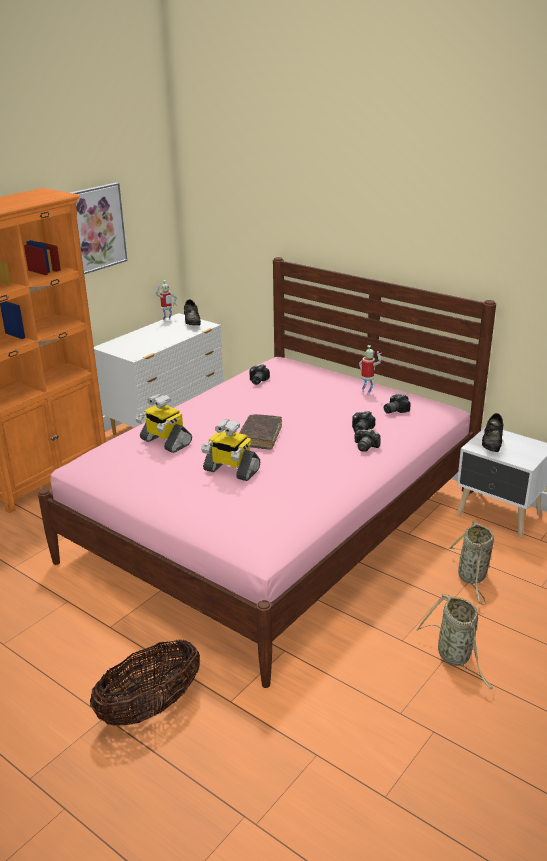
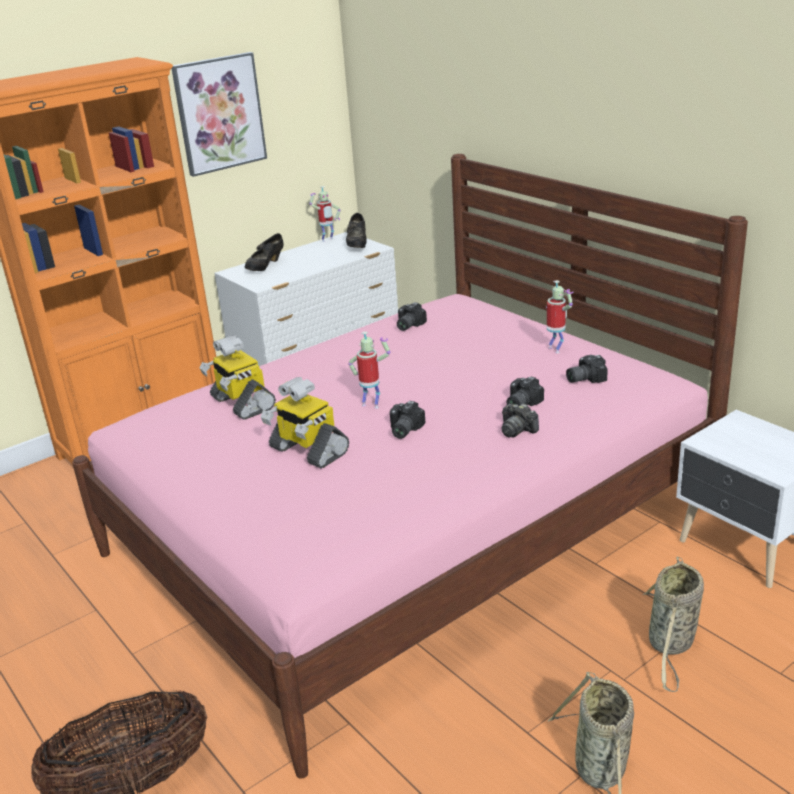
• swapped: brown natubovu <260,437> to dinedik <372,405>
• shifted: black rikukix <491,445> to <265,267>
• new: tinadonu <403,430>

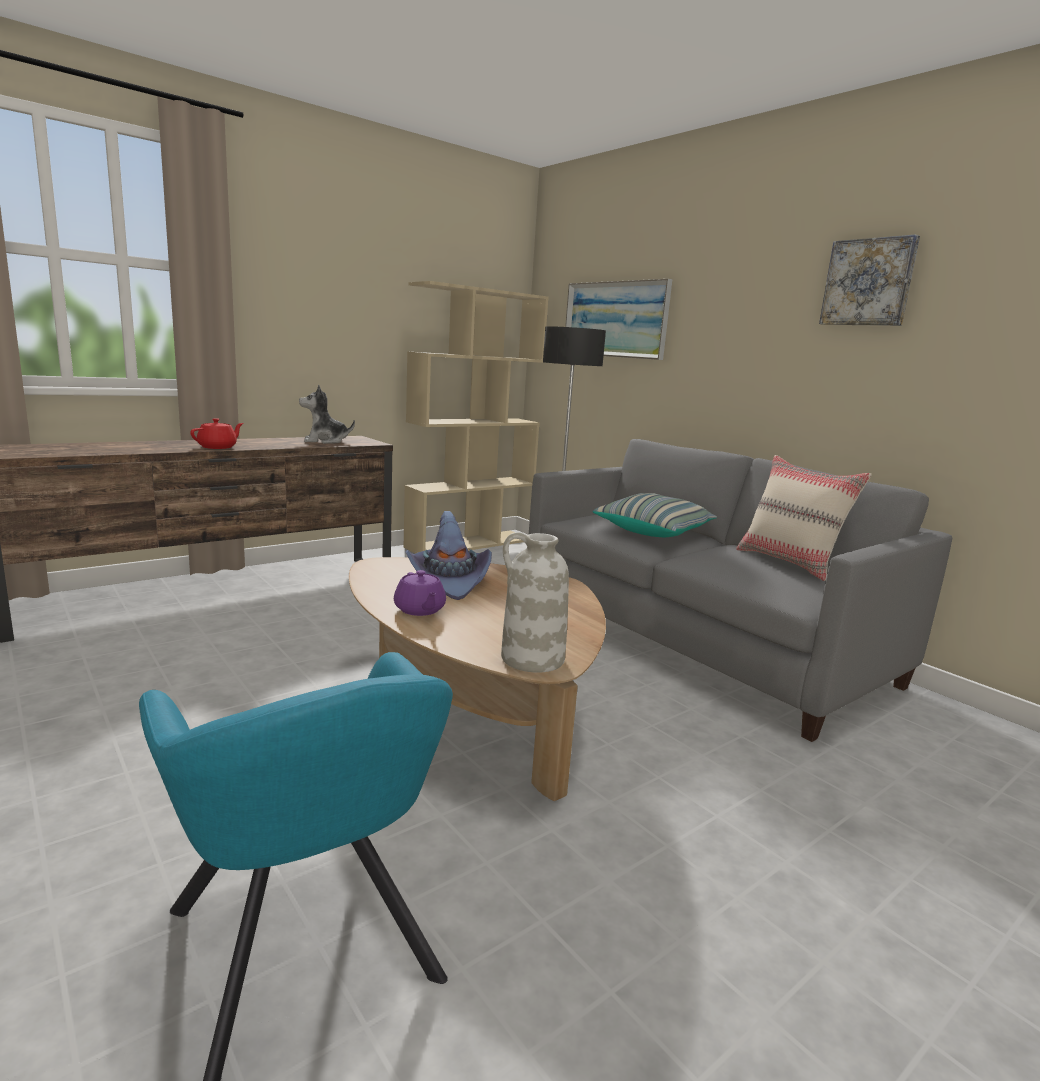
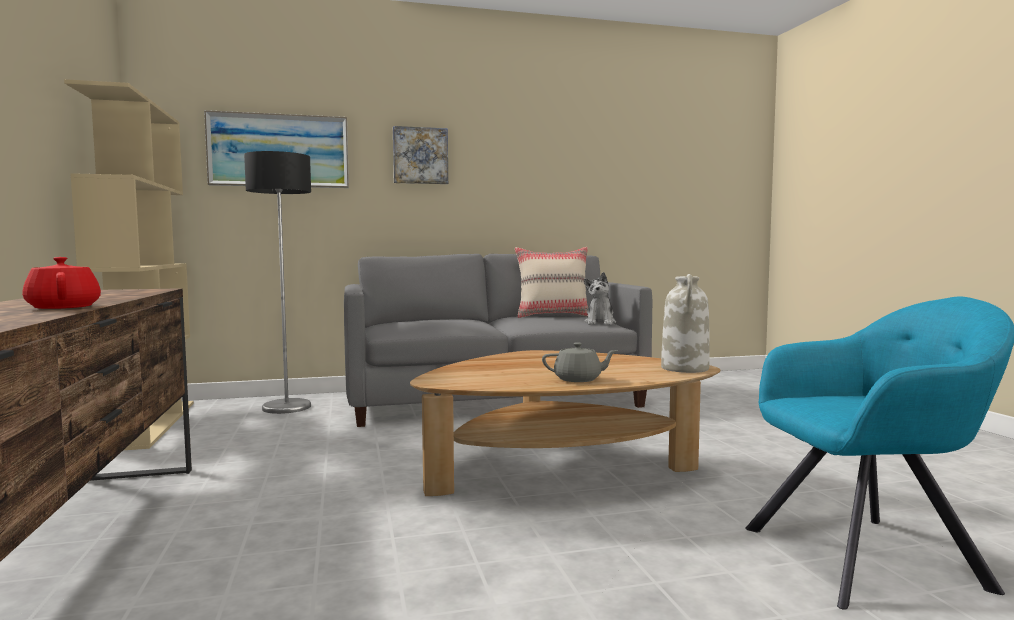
• shifted: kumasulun <325,441> to <600,323>
• repainted: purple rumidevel <419,610> to grey rumidevel <578,379>
• gone: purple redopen <449,580>
• gone: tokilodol <654,531>
• shifted: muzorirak <869,283> to <420,156>

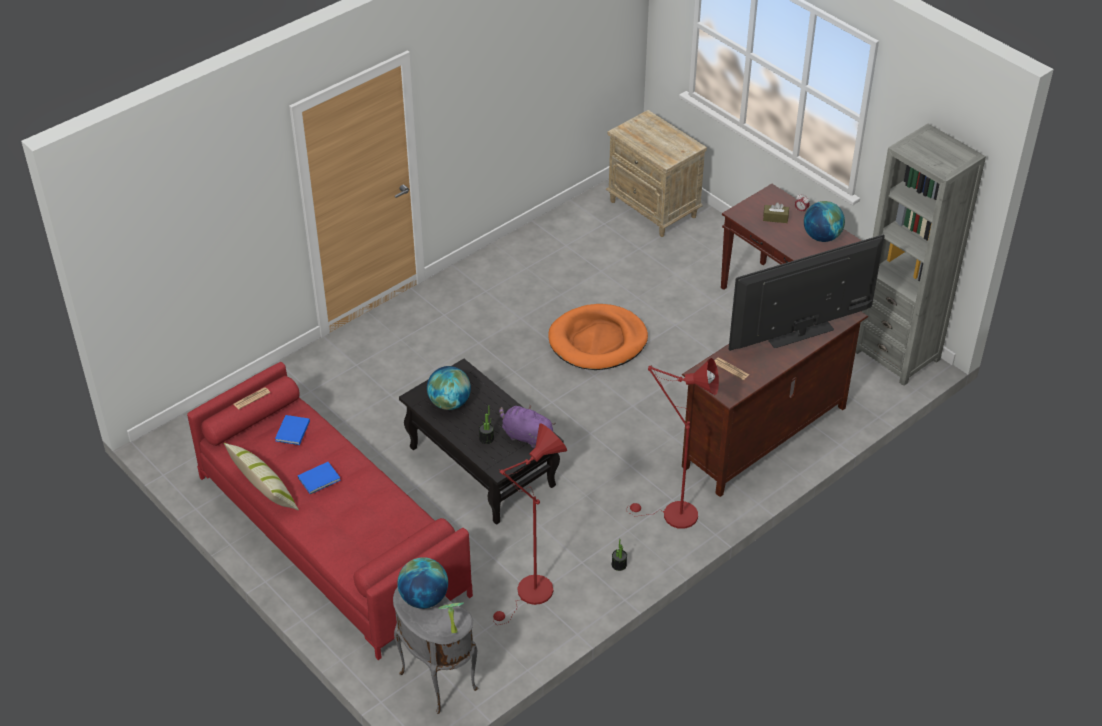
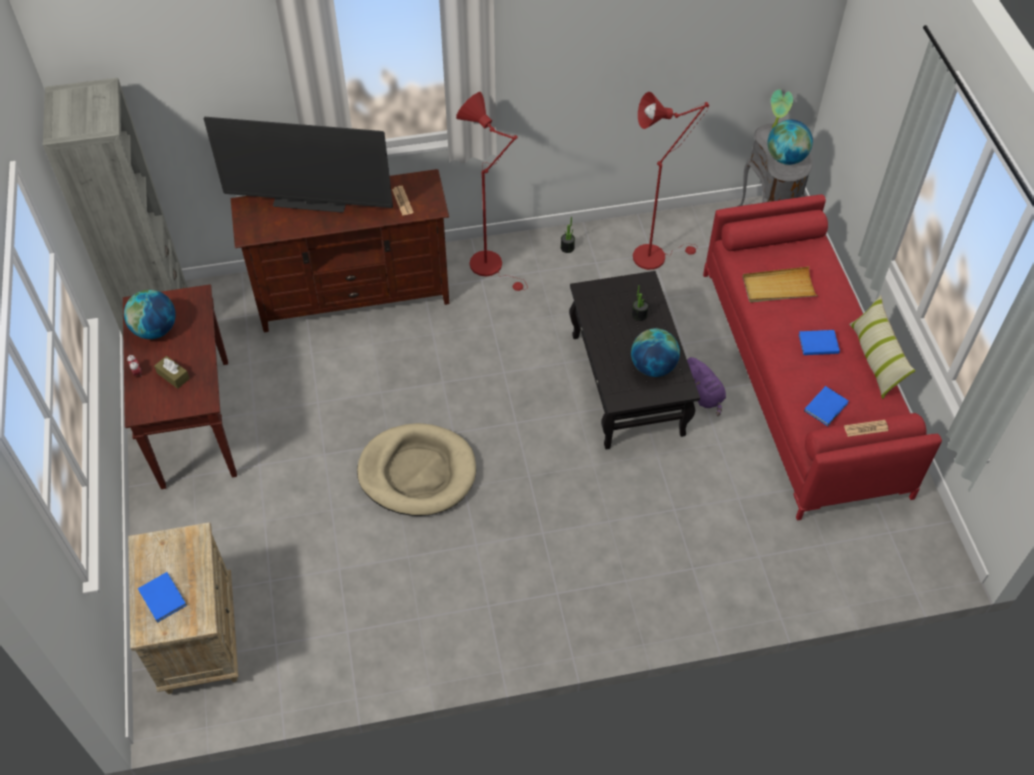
• shifted: purple kumasulun <525,436> to <702,395>
• repainted: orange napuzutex <598,341> to beige napuzutex <417,472>
• new: blue natubovu <163,596>
• new: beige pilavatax <778,287>

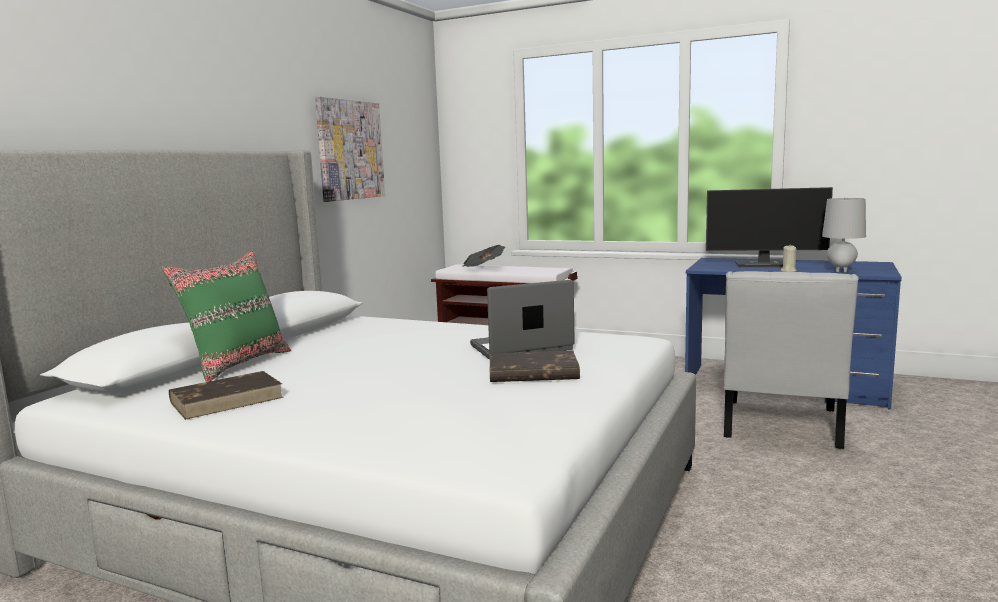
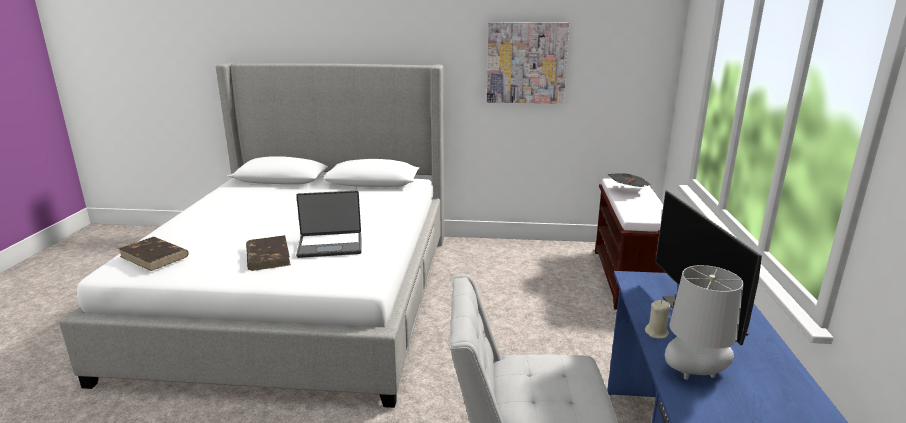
• gone: green tokilodol <237,364>
• shifted: brown natubovu <228,399> to <155,256>
• rotated: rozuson <521,348> = <330,245> 120 degrees clockwise

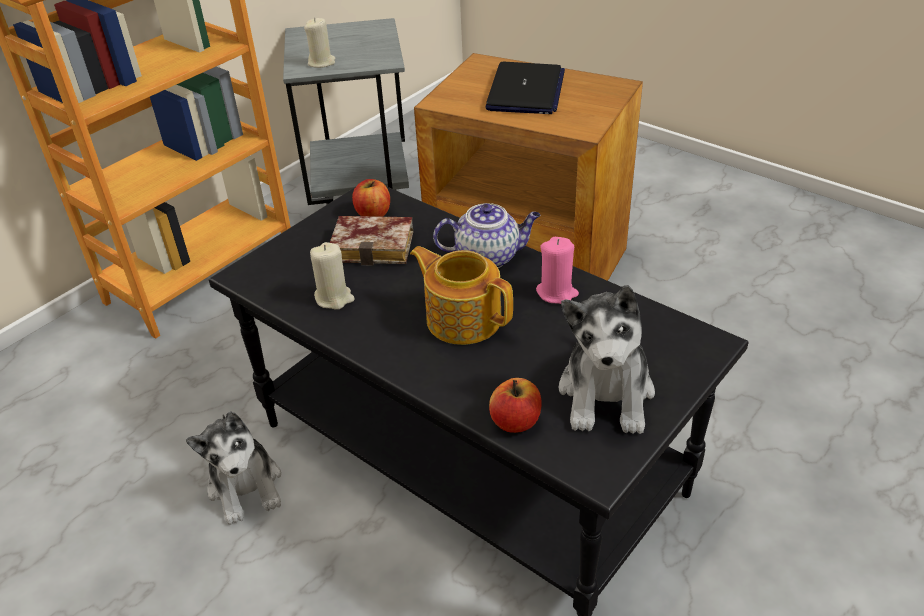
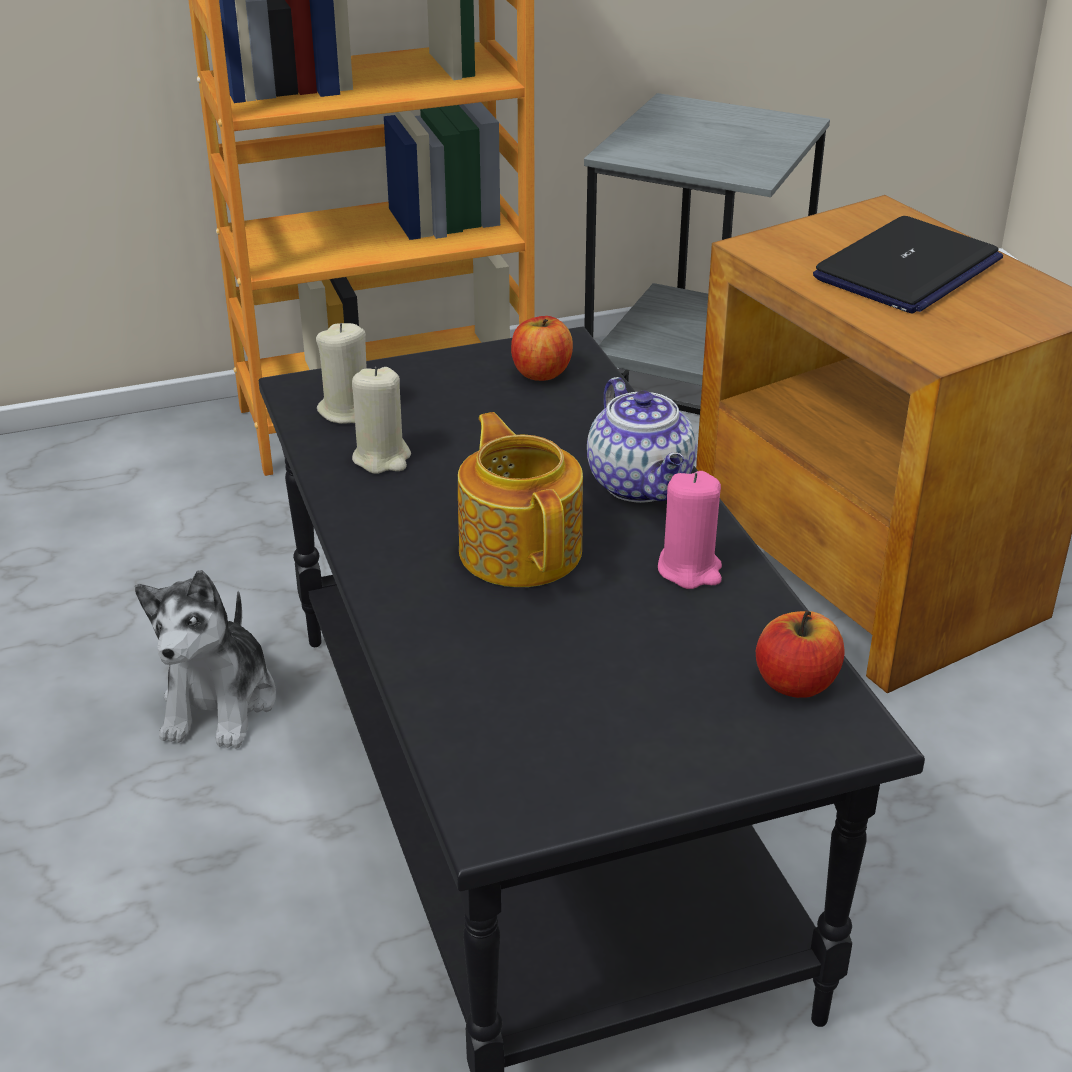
• shifted: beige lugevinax <322,62> to <348,411>
• gone: natubovu <376,246>
• rotated: rumidevel <489,257> = <642,485> 45 degrees clockwise
• shifted: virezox <515,421> to <796,683>
• gone: kumasulun <606,393>

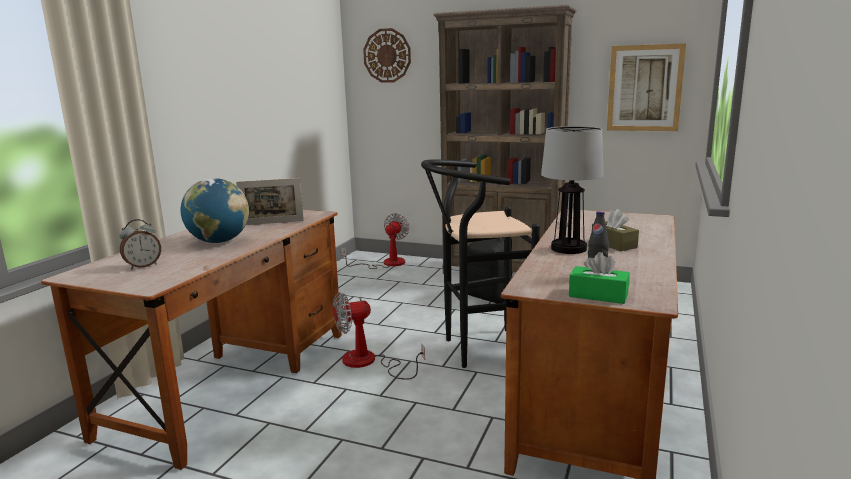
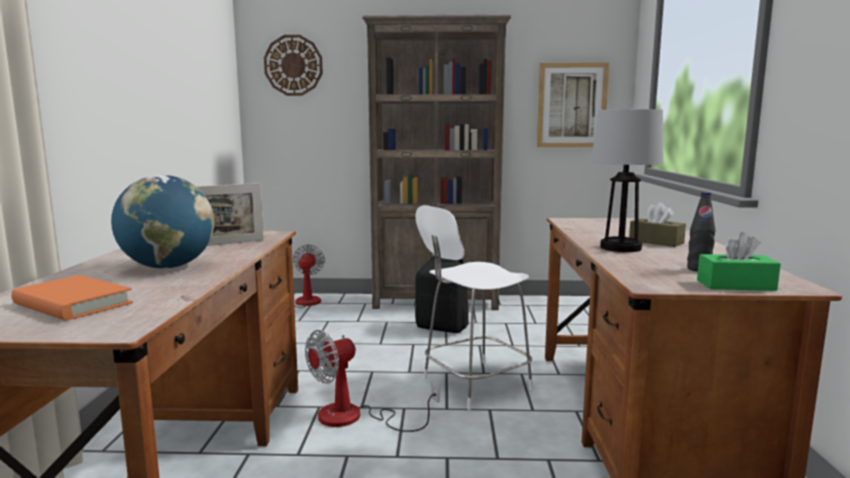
• swapped: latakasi <143,266> to orange natubovu <73,304>
• swapped: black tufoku <478,350> to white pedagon <473,384>

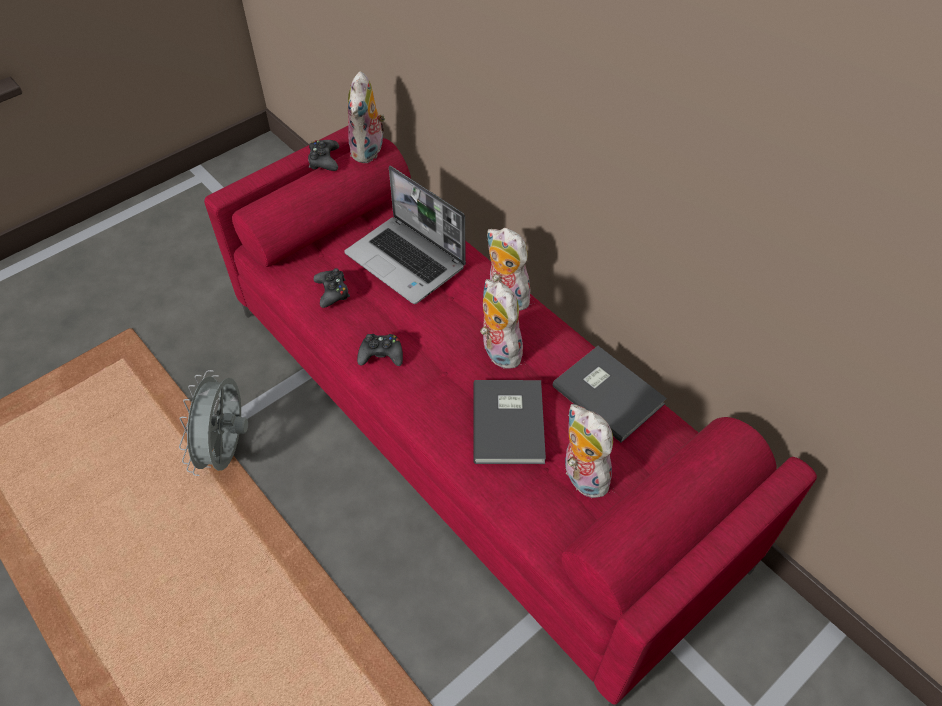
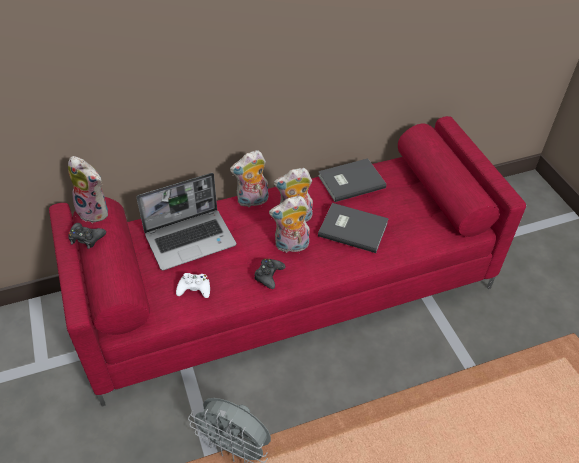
• repainted: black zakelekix <332,292> to white zakelekix <194,288>
• shifted: kumasulun <581,476> to <291,246>

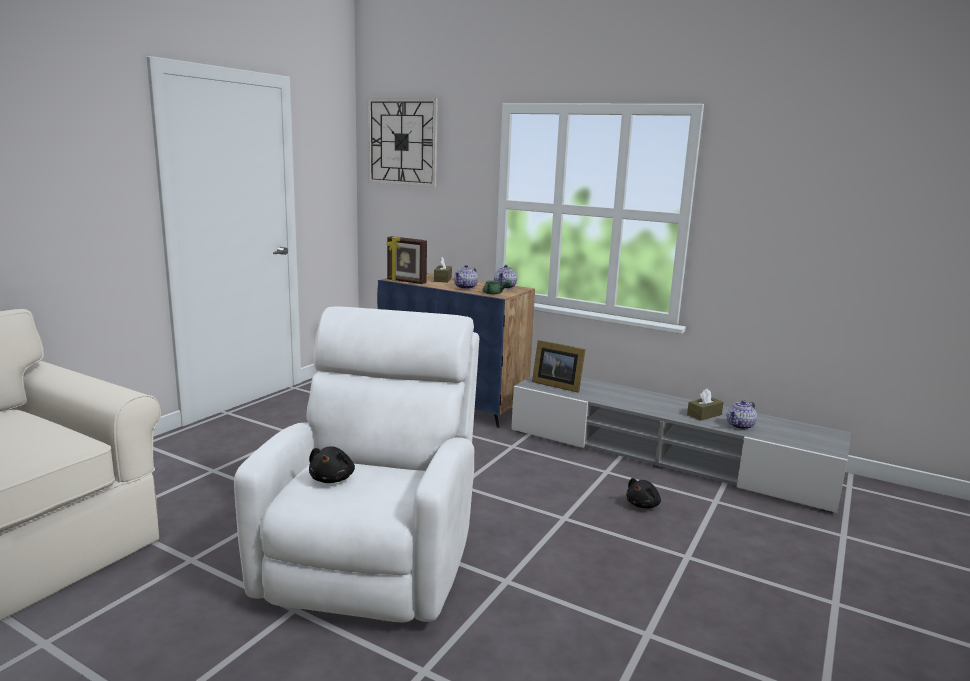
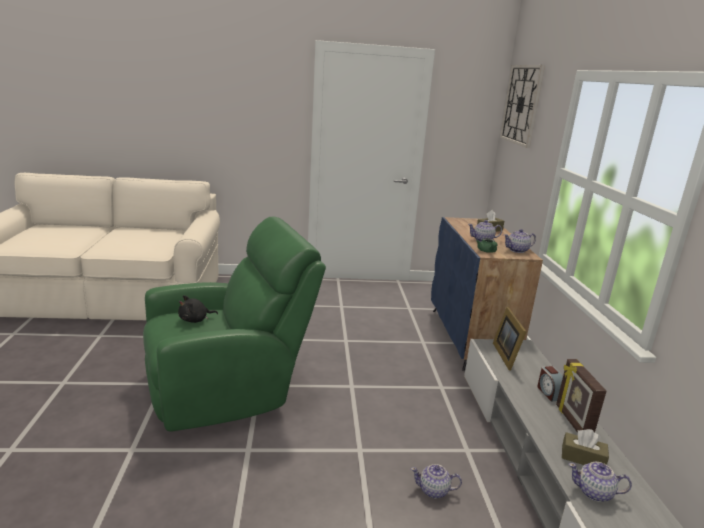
• repainted: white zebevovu <373,559> to green zebevovu <229,388>
• shifted: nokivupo <406,281> to <572,422>
• swapped: black kumasulun <643,505> to rumidevel <434,490>
• new: latakasi <549,392>

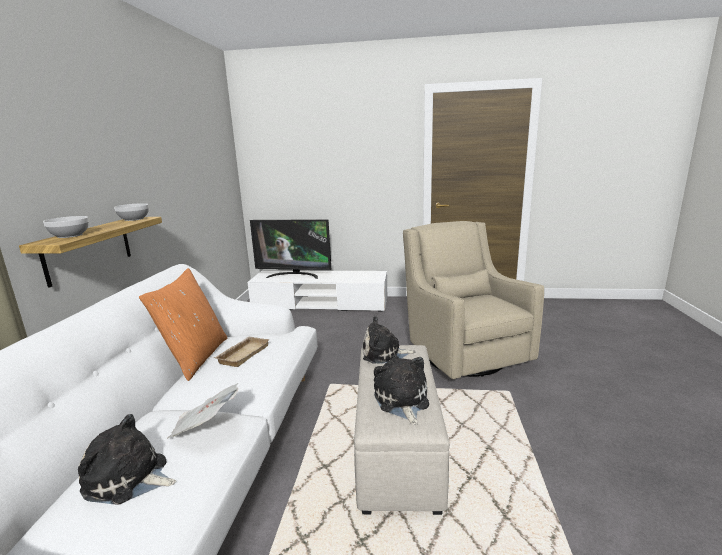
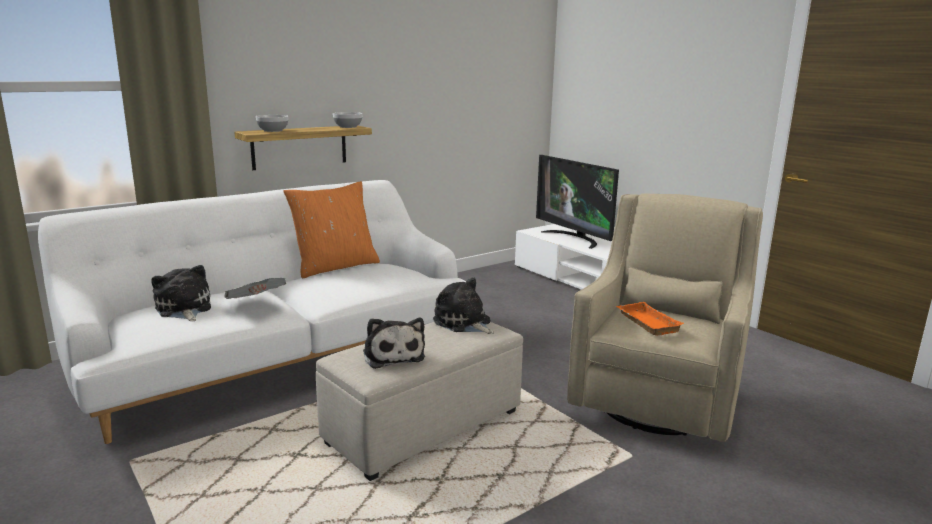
• gone: beige pilavatax <243,354>
• rotated: kumasulun <401,401> = <392,355> 120 degrees clockwise
• new: orange pilavatax <645,323>

